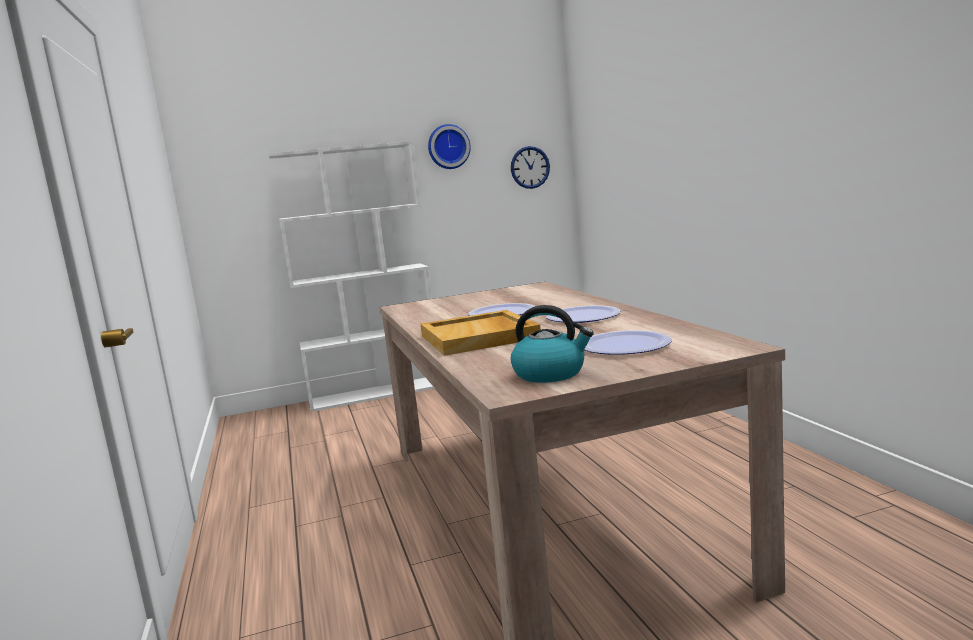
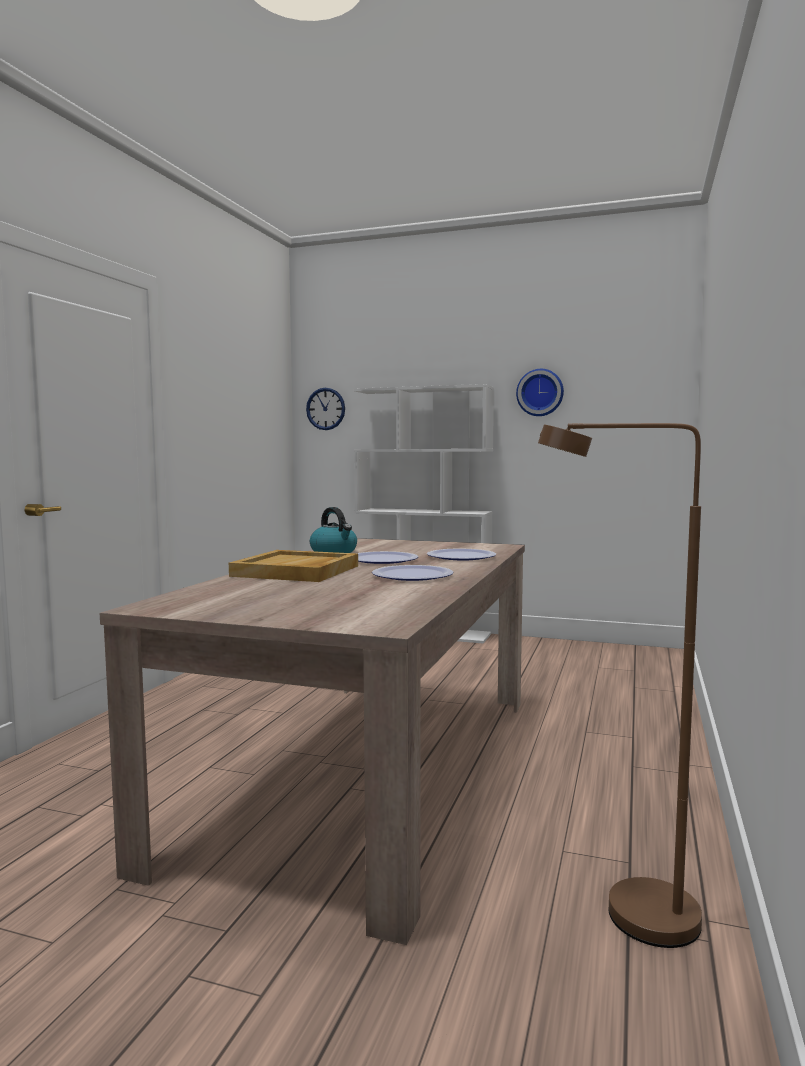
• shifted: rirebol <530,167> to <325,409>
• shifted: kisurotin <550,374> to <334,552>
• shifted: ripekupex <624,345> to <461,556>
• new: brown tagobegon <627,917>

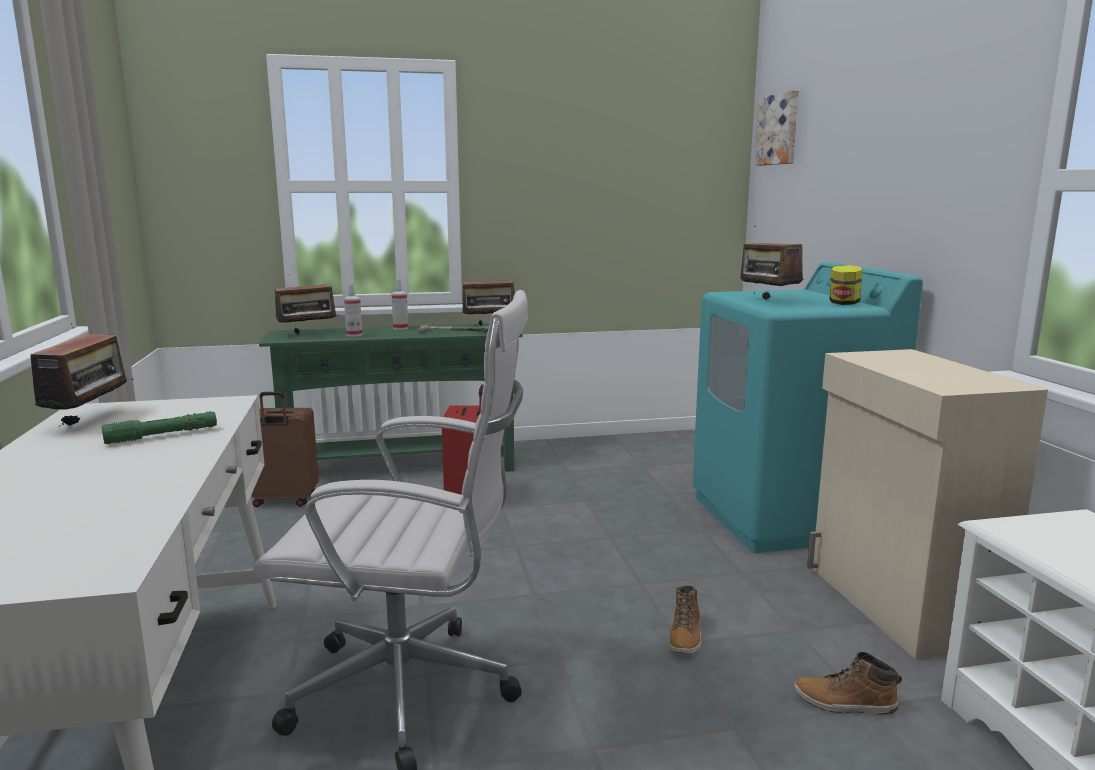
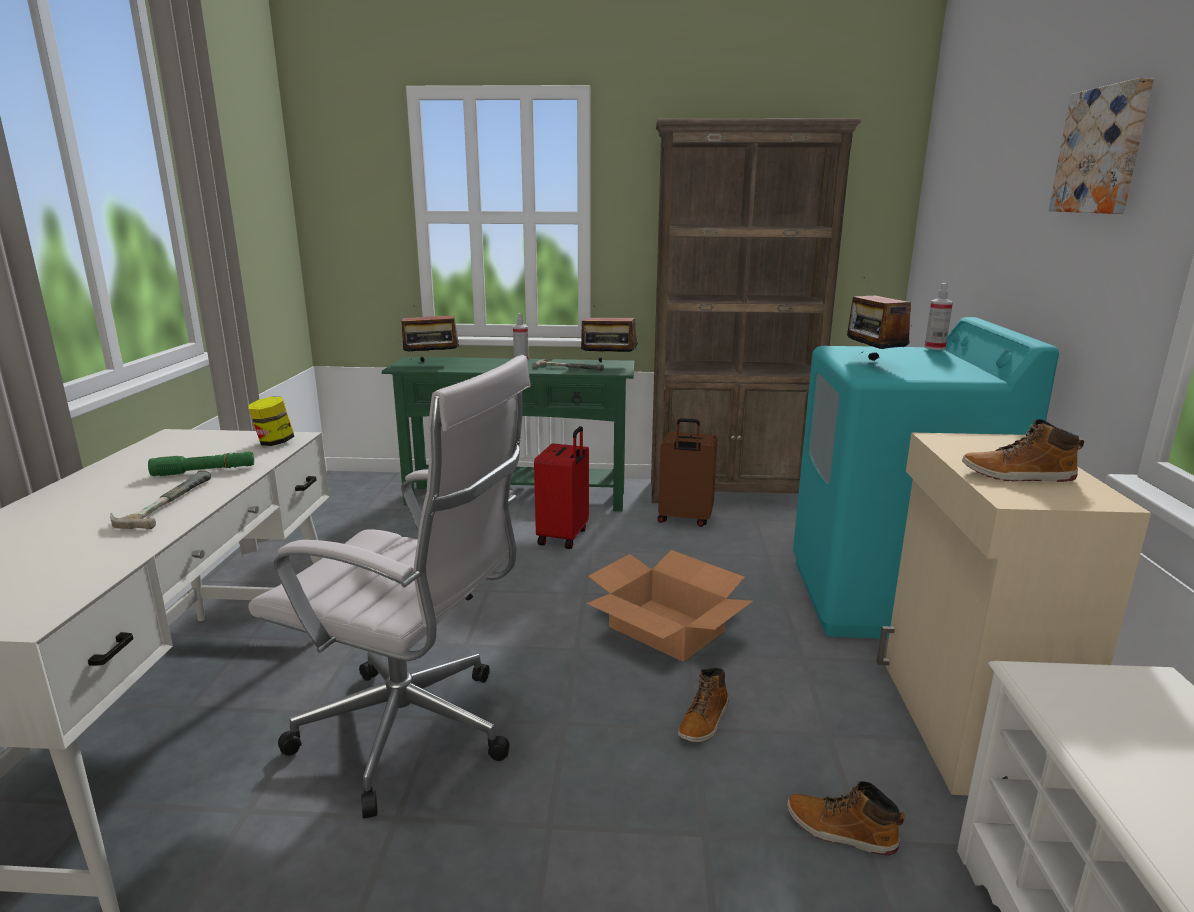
• gone: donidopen <90,420>
• shifted: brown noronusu <285,501> to <684,519>
• shifted: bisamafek <354,335> to <934,348>
• shifted: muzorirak <779,129> to <1103,151>
• shifted: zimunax <843,304> to <274,442>
• new: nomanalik <161,503>
• new: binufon <666,629>
• new: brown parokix <729,493>
• new: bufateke <1017,476>

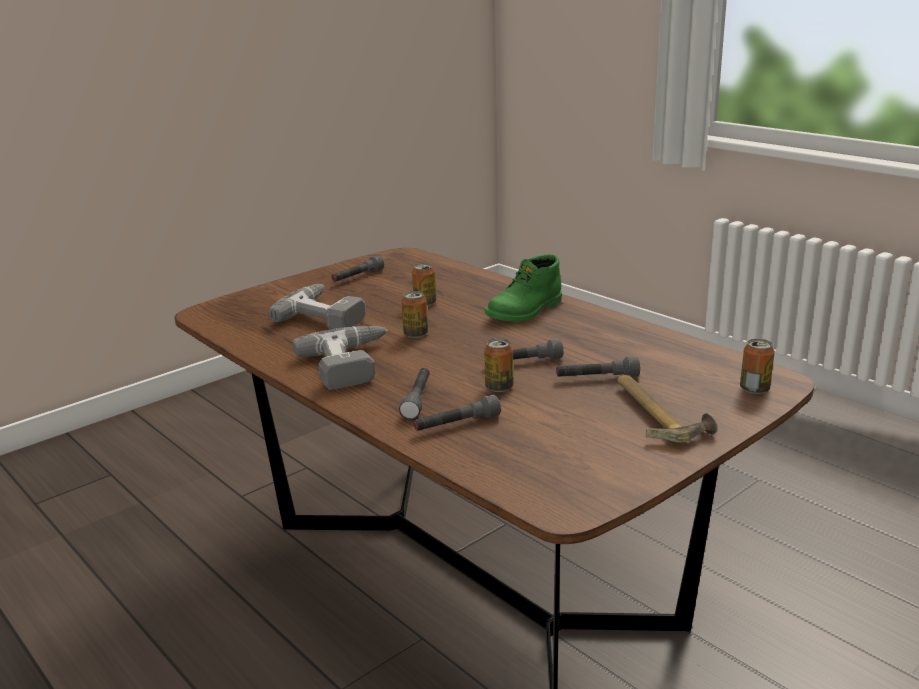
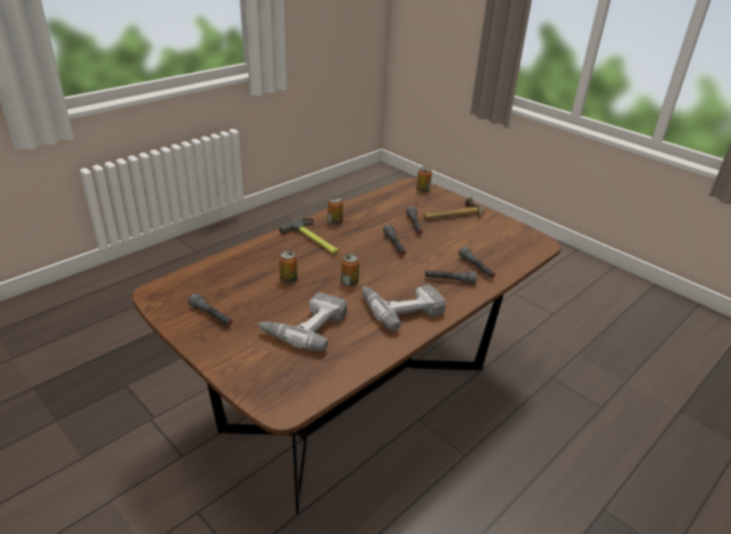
• shifted: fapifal <499,387> to <335,222>
• swapped: green bufateke <525,311> to nomanalik <314,240>

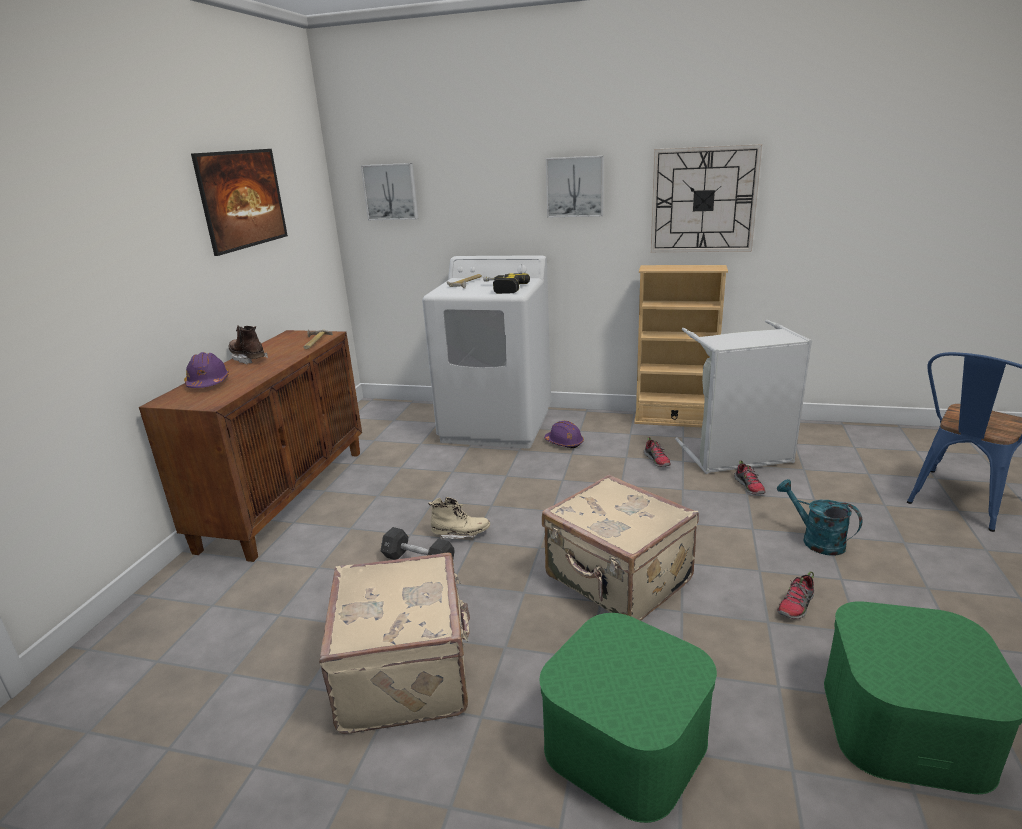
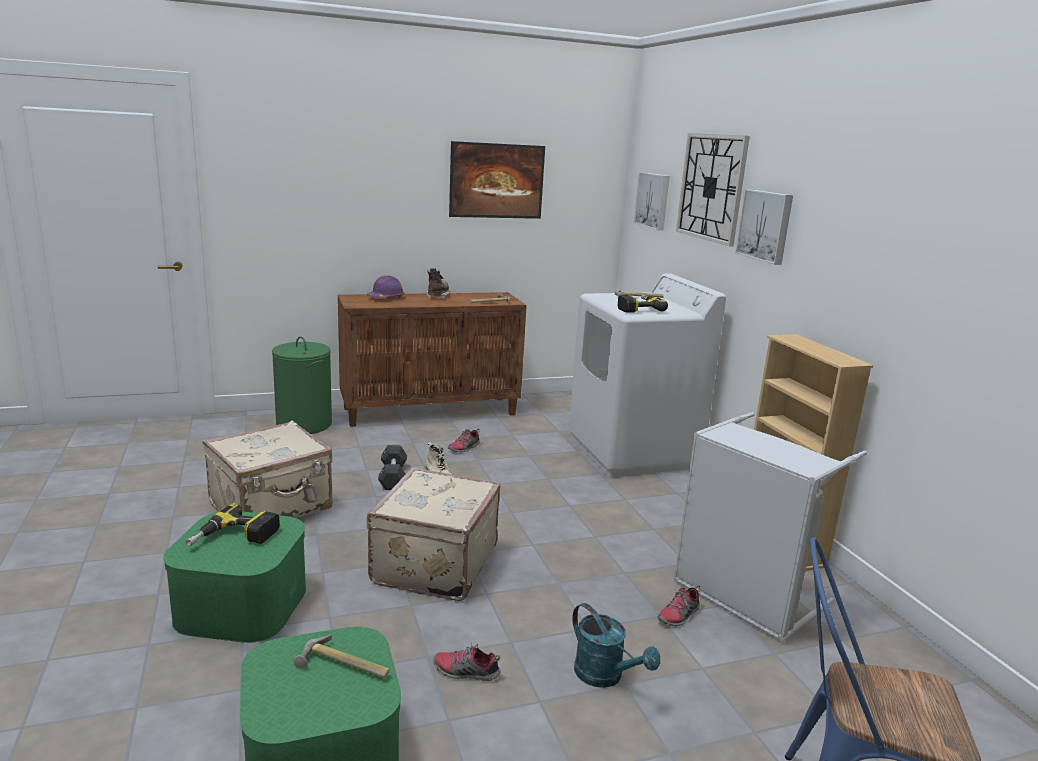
• gone: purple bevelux <564,442>
• shifted: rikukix <657,460> to <464,448>
• shifted: rirebol <703,200> to <711,187>
• rotated: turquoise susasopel <816,540> = <605,676> 120 degrees clockwise
• new: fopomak <234,538>
• new: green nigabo <304,424>
• new: nomanalik <343,667>

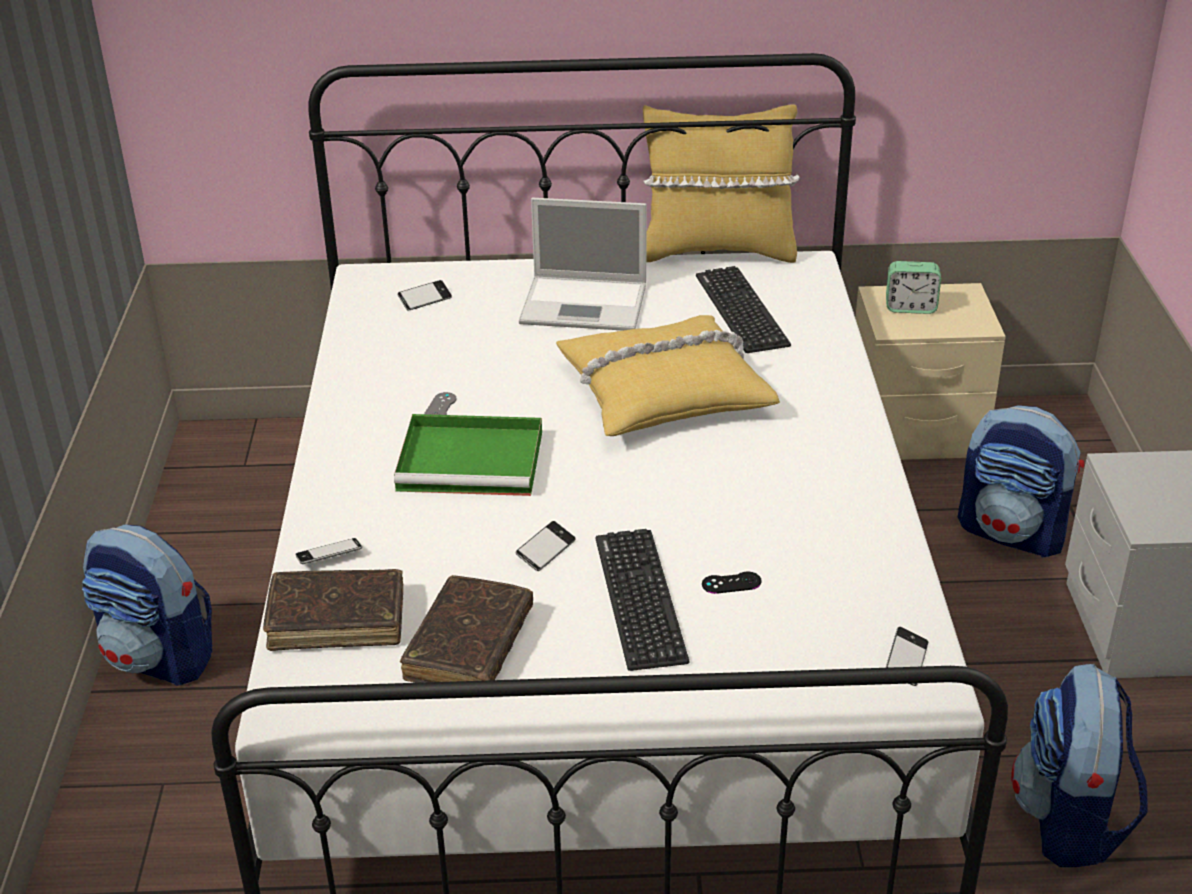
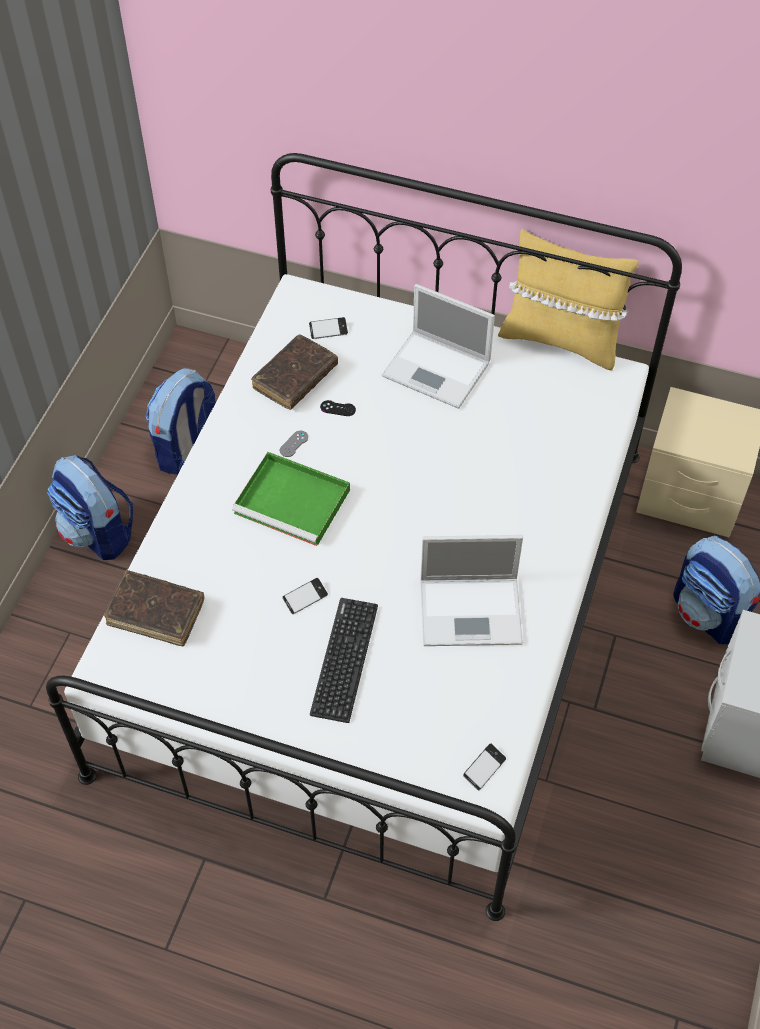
• gone: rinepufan <329,556>
• shifted: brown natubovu <469,646> to <295,378>
• gone: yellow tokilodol <663,392>
• gone: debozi <741,310>
• shifted: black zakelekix <731,583> to <338,408>
• gone: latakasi <910,307>
• shifted: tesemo <1070,821> to <188,450>
• new: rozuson <472,611>

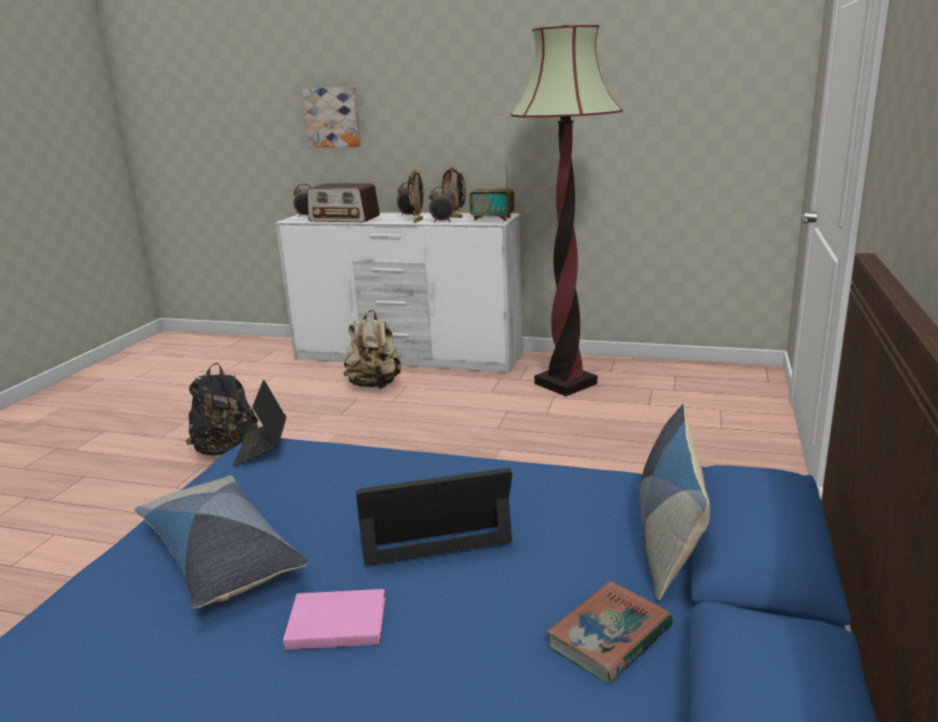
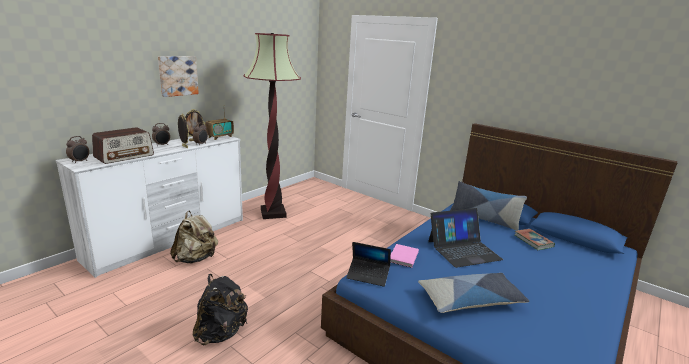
• shifted: pink natubovu <334,622> to <402,257>
• shifted: muzorirak <333,117> to <177,75>
• rotated: rozuson <430,521> = <463,250> 120 degrees counterclockwise

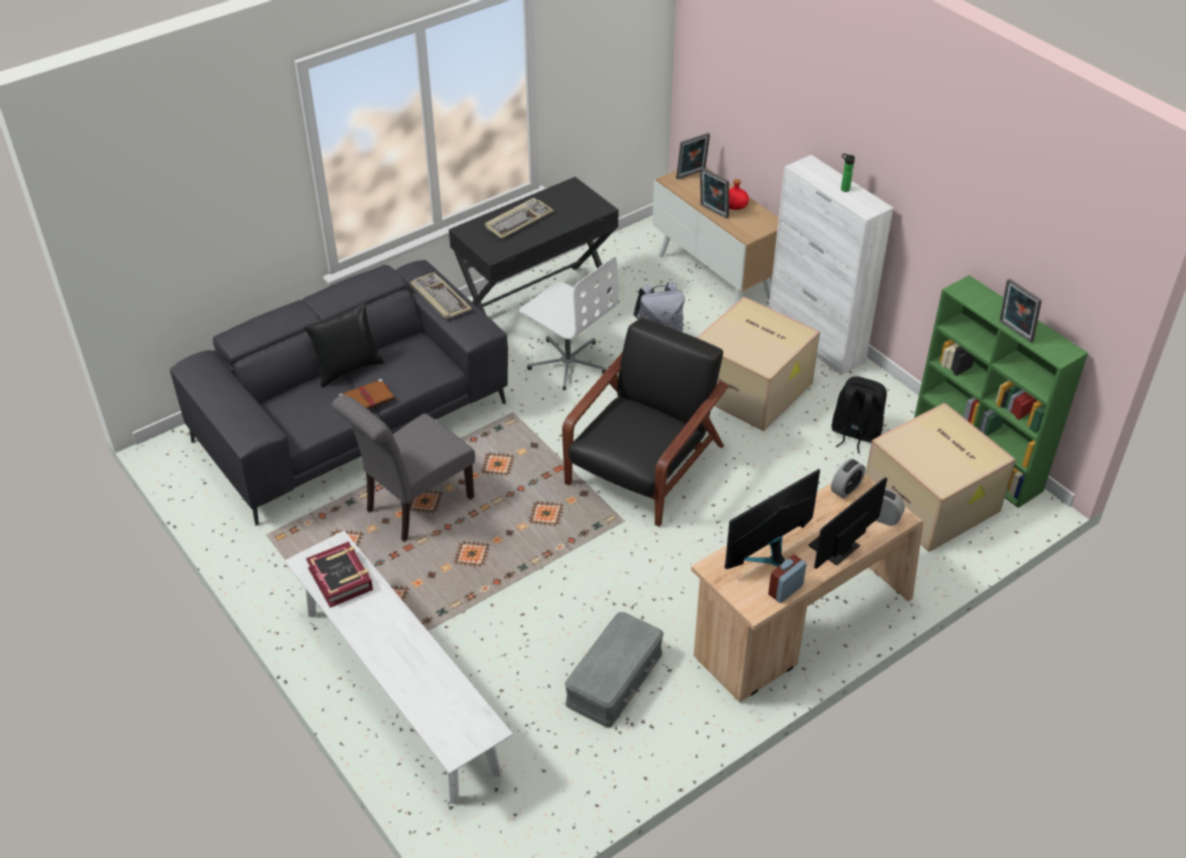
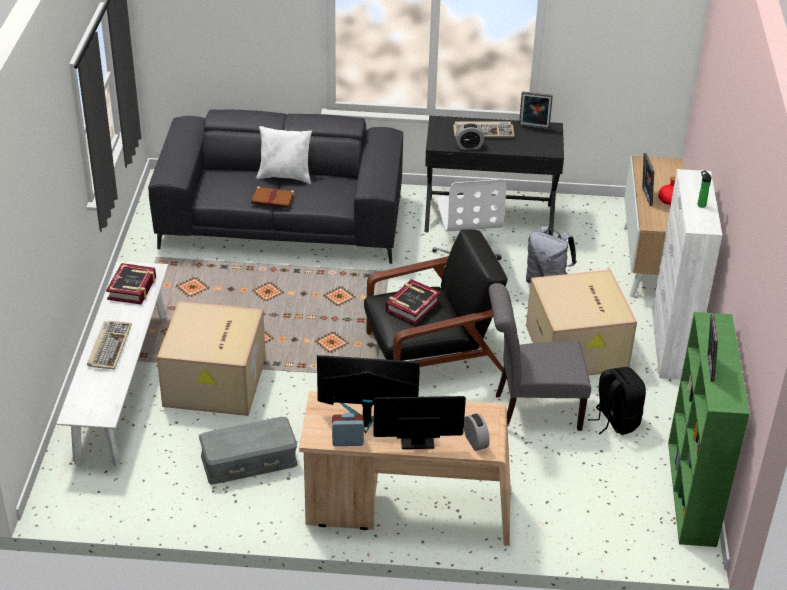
• repainted: black tokilodol <348,368> to white tokilodol <285,176>
• shifted: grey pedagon <414,507> to <531,411>
• shifted: debozi <439,298> to <109,346>
• shifted: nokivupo <691,175> to <534,128>
• shifted: latakasi <846,489> to <469,146>
• shifted: binufon <933,501> to <216,383>
• new: natubovu <412,306>

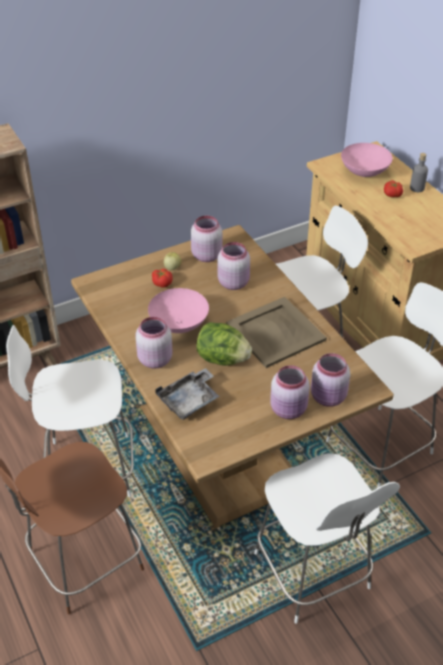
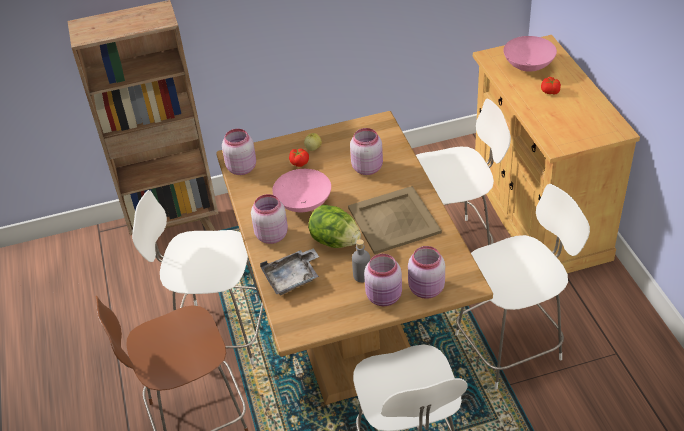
• shifted: pink zimunax <206,255> to <241,167>
• shifted: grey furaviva <417,188> to <362,275>

